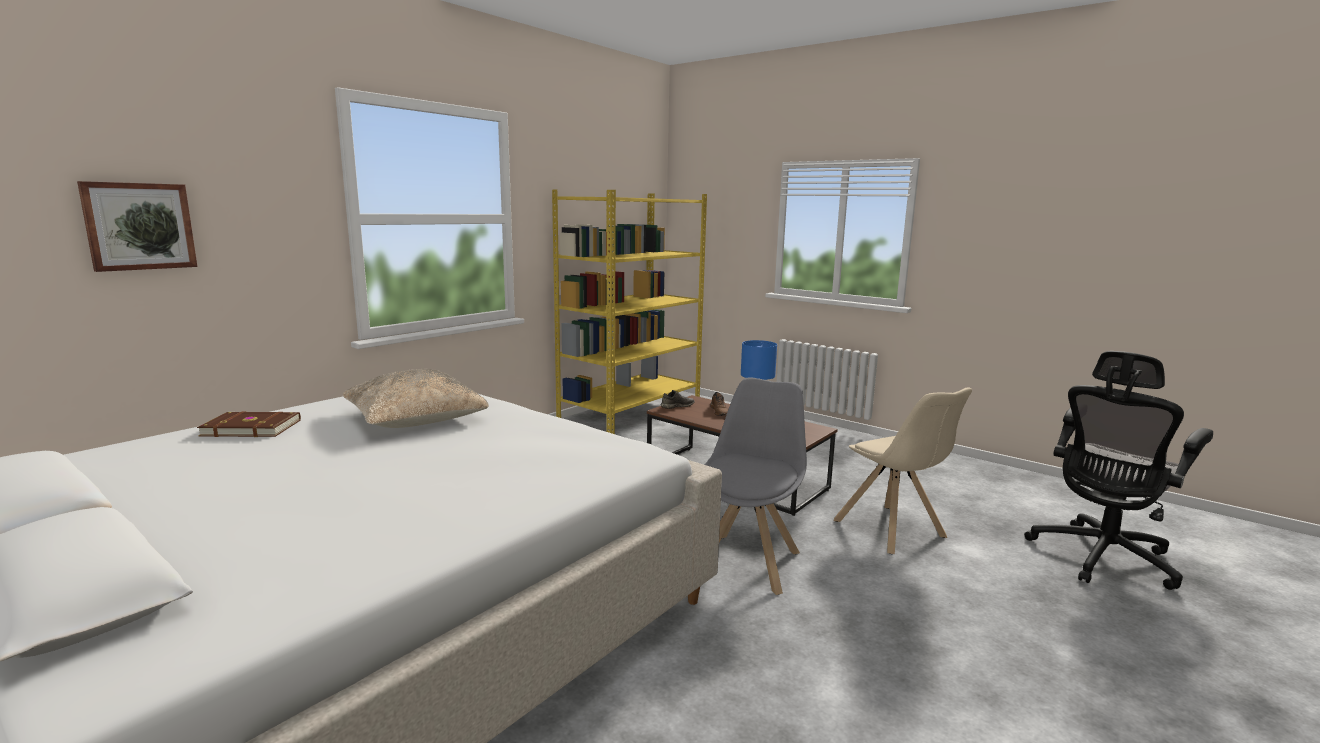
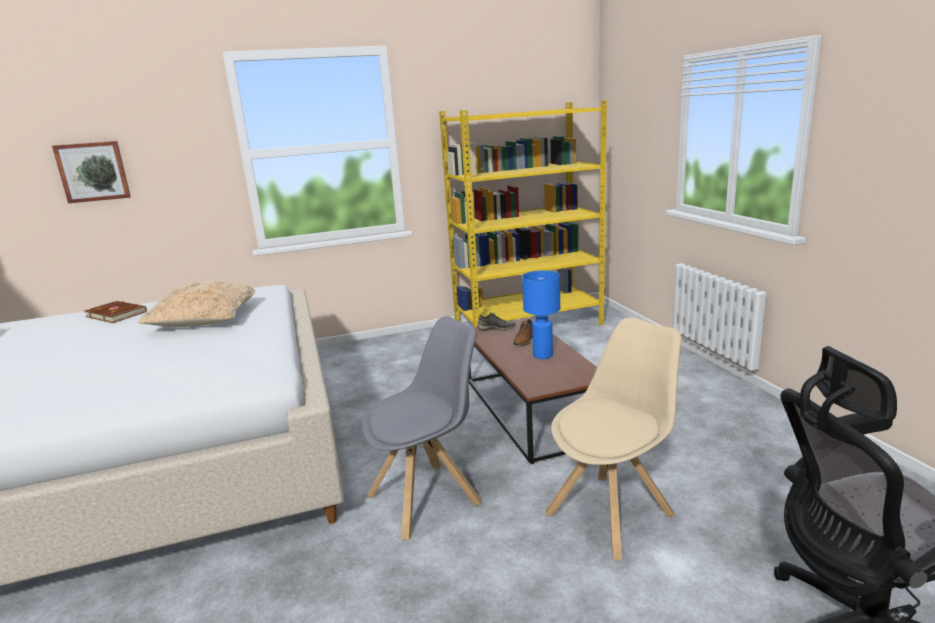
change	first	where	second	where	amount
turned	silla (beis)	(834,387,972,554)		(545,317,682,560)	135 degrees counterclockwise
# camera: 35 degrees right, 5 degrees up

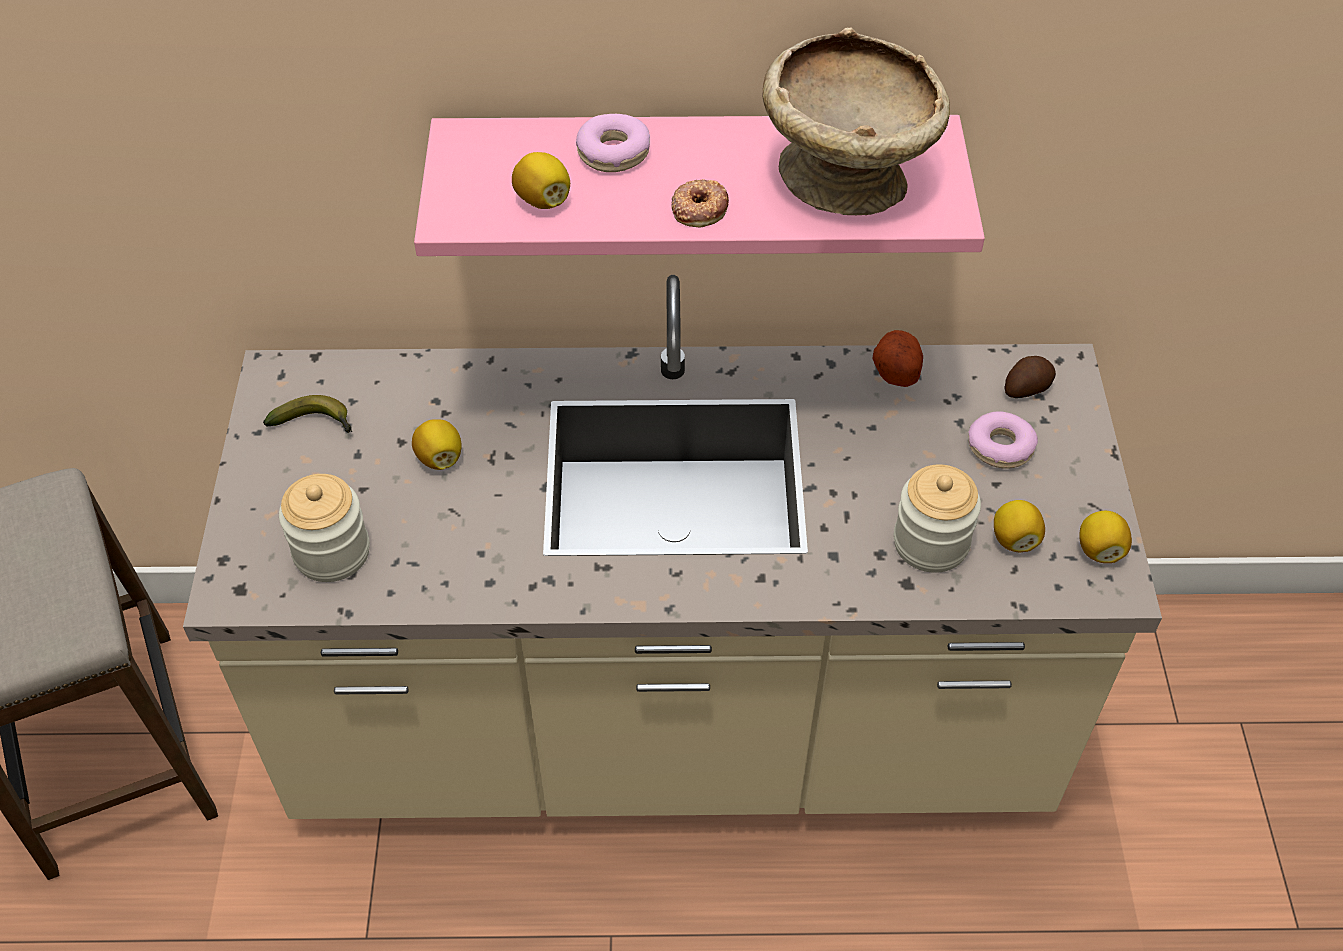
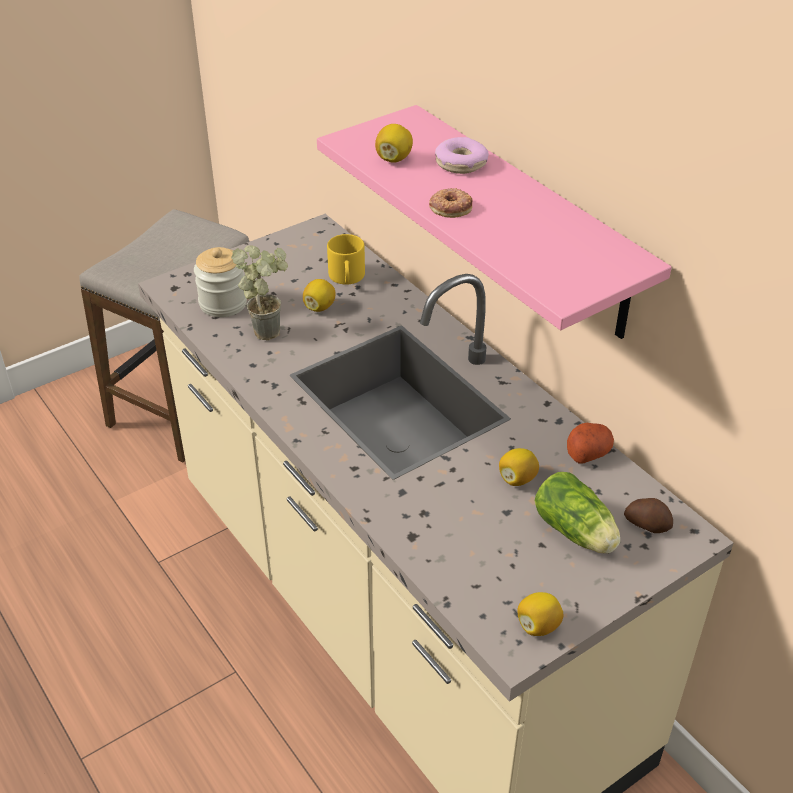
change	first	where	second	where	amount
removed	plátano	(263,395,352,433)			
removed	cuenco (beis)	(763,27,950,215)			
removed	tarro	(894,464,981,573)			
replaced	rosquilla	(968,411,1038,469)	lechuga	(535,472,620,553)	
moved	limón	(994,500,1045,552)		(499,448,539,486)	
added			planta en maceta	(231,245,288,340)	
added			taza grande (amarillo)	(327,234,365,284)	
# camera: 55 degrees right, 10 degrees down

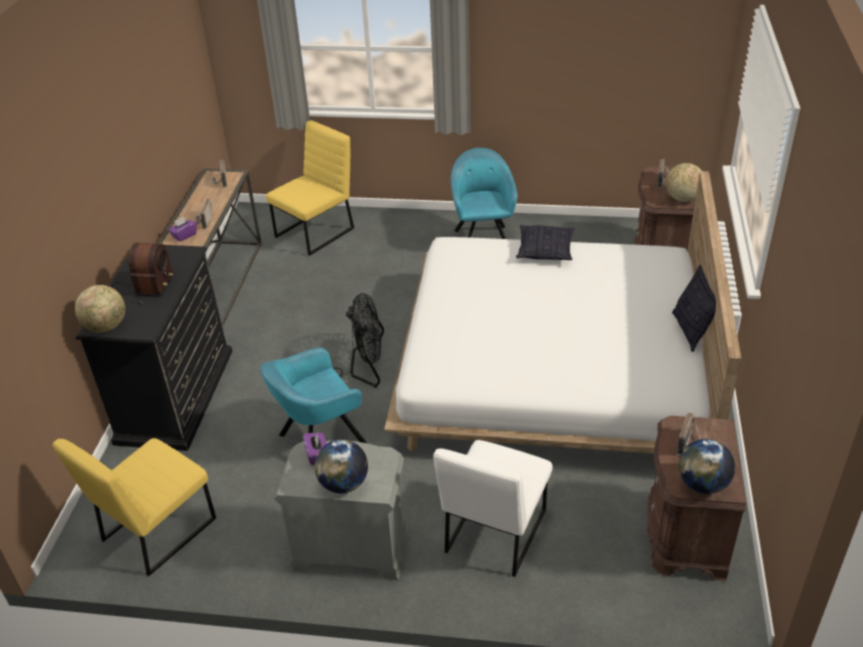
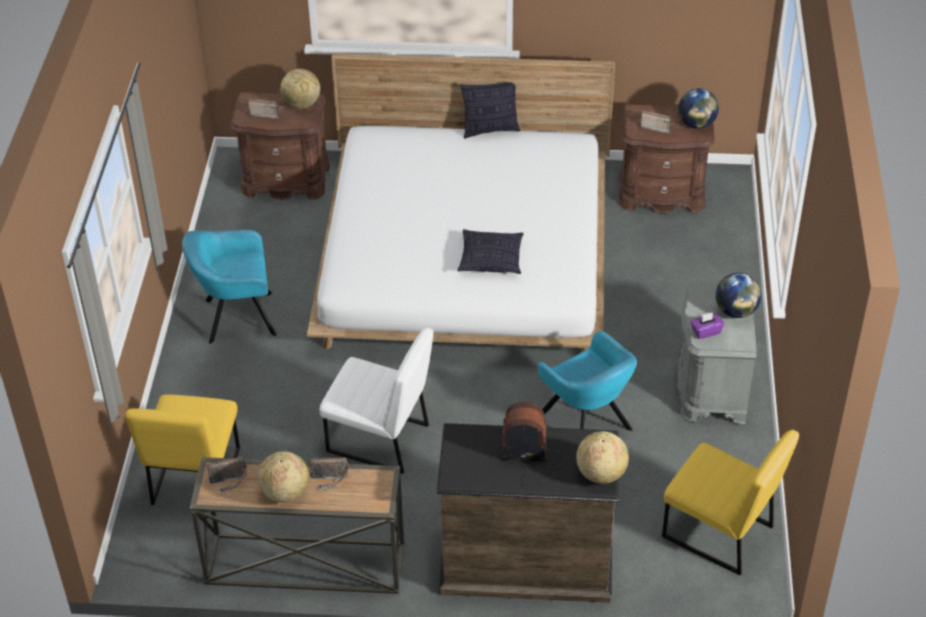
change	first	where	second	where	amount
removed	caja de pañuelos (morado)	(168,217,197,242)			
turned	silla (amarillo)	(266,120,354,256)		(125,394,240,505)	120 degrees counterclockwise
removed	ventilador (negro)	(333,293,384,388)			
moved	silla (blanco)	(433,440,553,577)		(319,328,433,474)	
moved	cojín	(516,225,575,260)		(458,229,524,274)	
added			globo terráqueo	(258,451,309,503)	
# camera: 95 degrees left, 5 degrees up

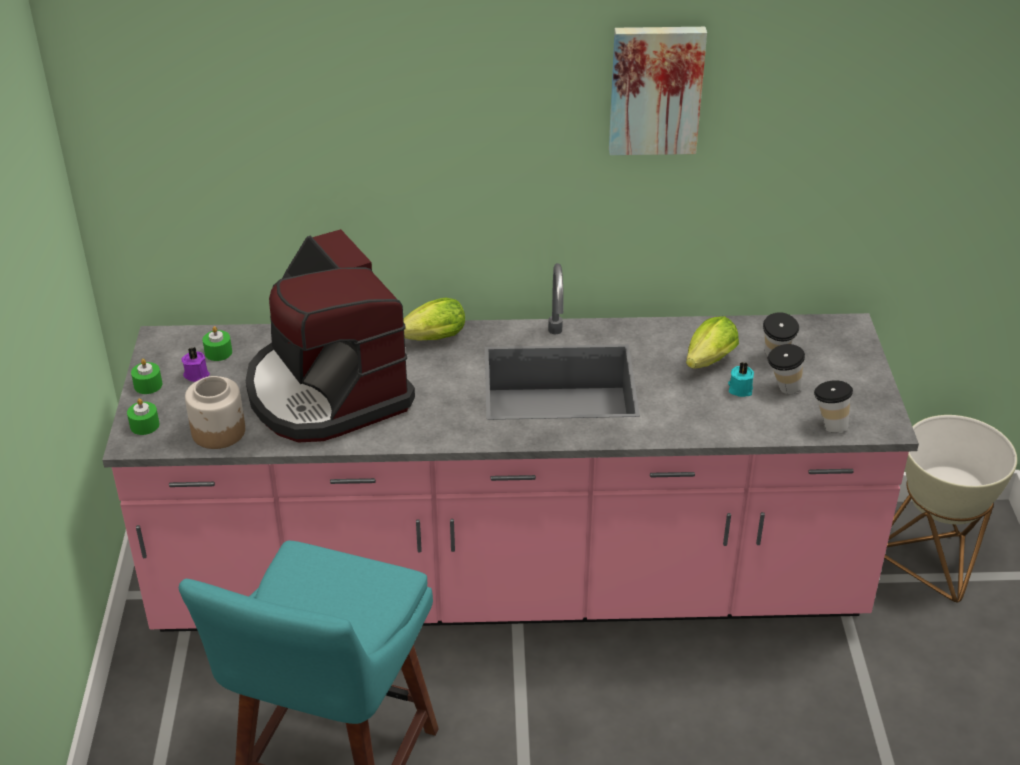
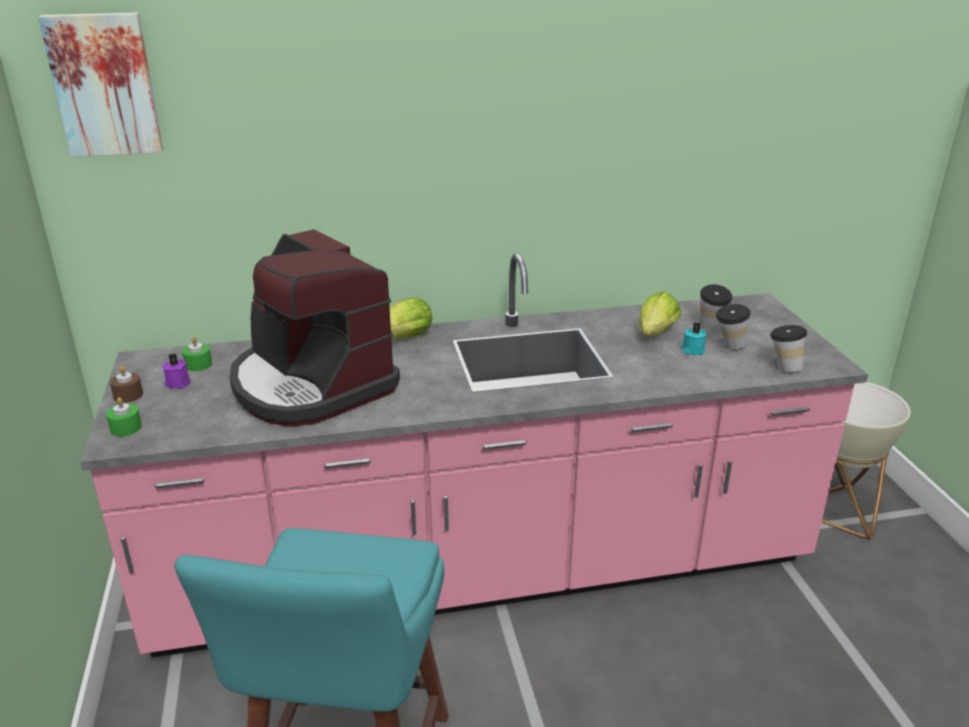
change	first	where	second	where	amount
recoloured	vela (verde)	(131,358,162,394)	vela (marrón)	(110,366,143,403)	
removed	tarro	(185,376,245,449)			
moved	cuadro	(609,27,707,155)		(38,12,163,157)	
# camera: 10 degrees left, 10 degrees down

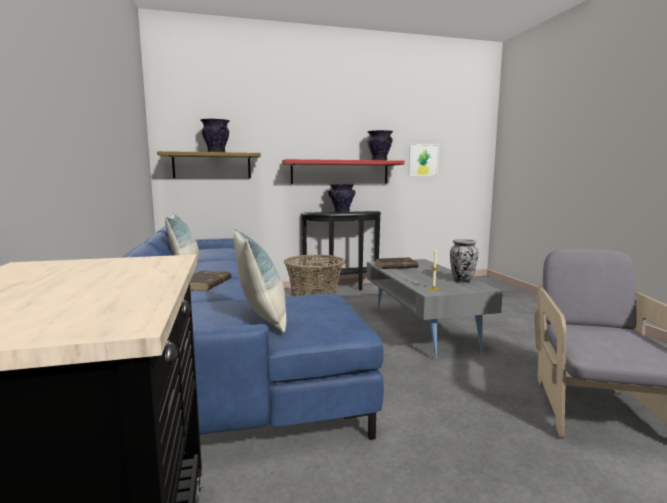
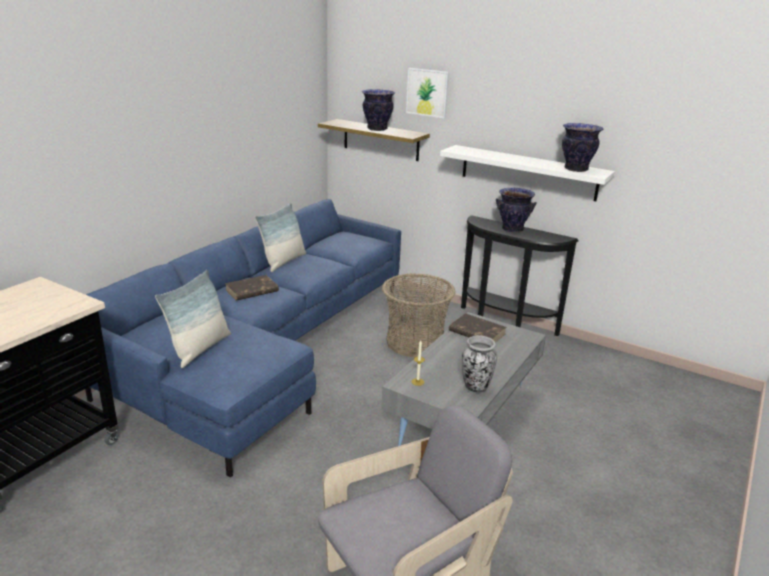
change	first	where	second	where	amount
recoloured	estante (rojo)	(282,159,404,184)	estante (blanco)	(440,145,615,201)	
moved	cuadro	(409,144,439,176)		(406,68,449,119)	
# camera: 45 degrees right, 15 degrees up

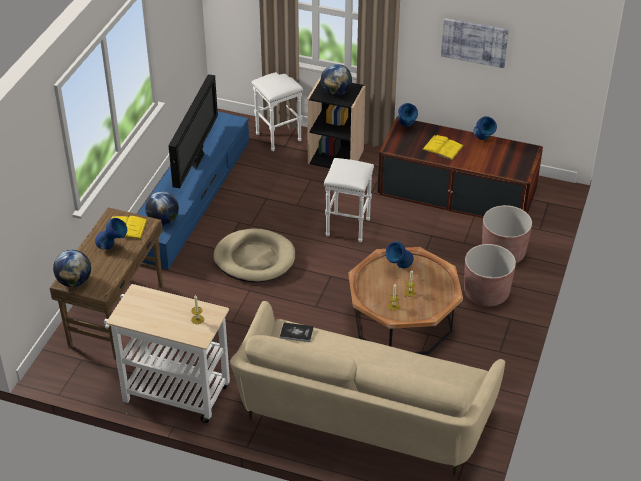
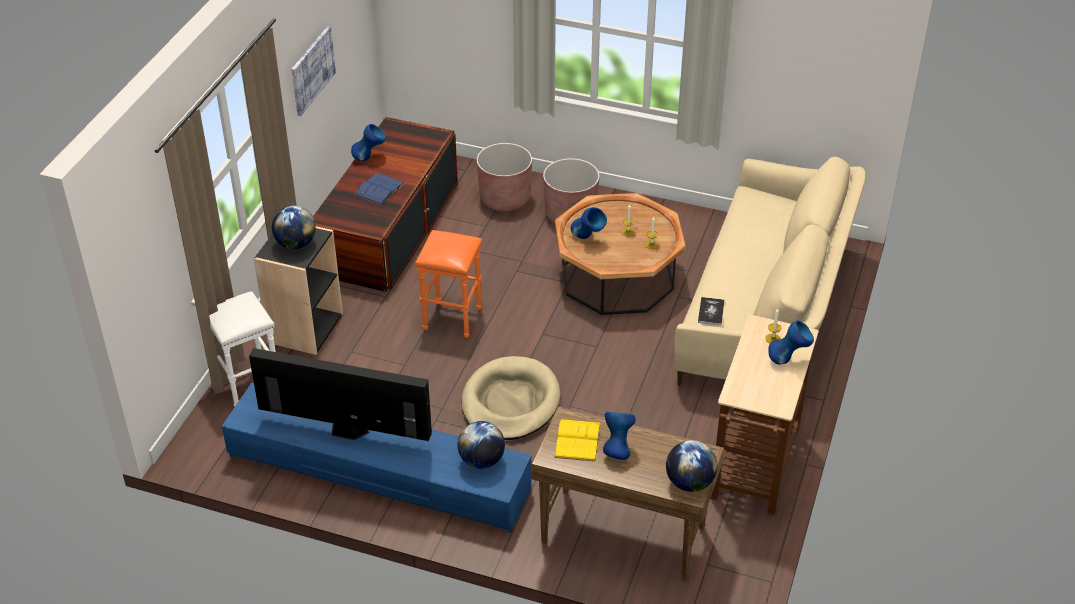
change	first	where	second	where	amount
recoloured	carrito (blanco)	(104,284,230,423)	carrito (marrón)	(710,315,819,515)	
recoloured	taburete (blanco)	(324,158,374,242)	taburete (naranja)	(415,230,482,338)	
moved	florero (azul)	(398,103,418,127)		(768,321,814,364)	
recoloured	libro (amarillo)	(422,135,463,160)	libro (azul)	(354,173,405,205)	
# camera: 90 degrees left, 0 degrees up

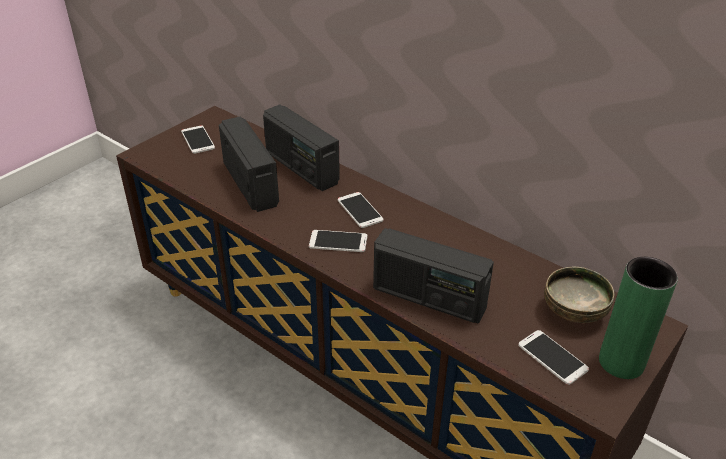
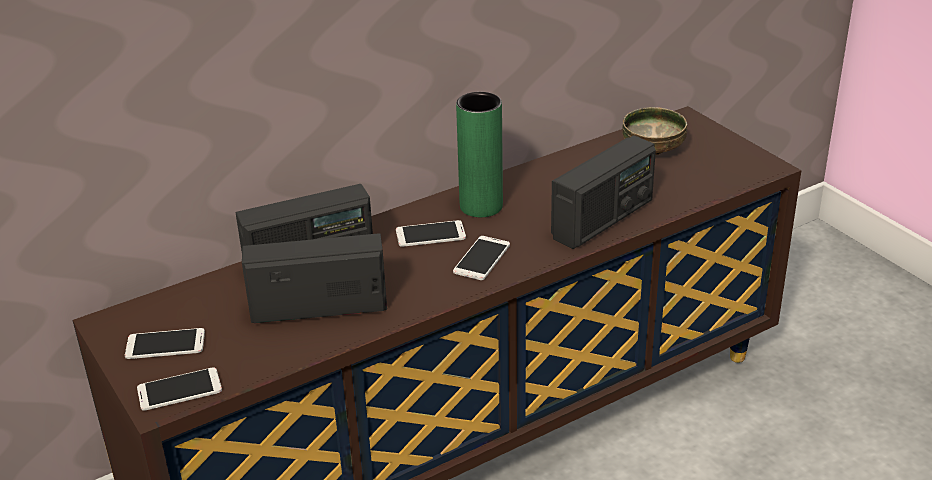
change	first	where	second	where	amount
moved	móvil	(518,330,589,385)		(137,367,222,411)	
moved	florero (verde)	(599,257,678,379)		(456,92,503,217)	
# camera: 70 degrees left, 5 degrees down

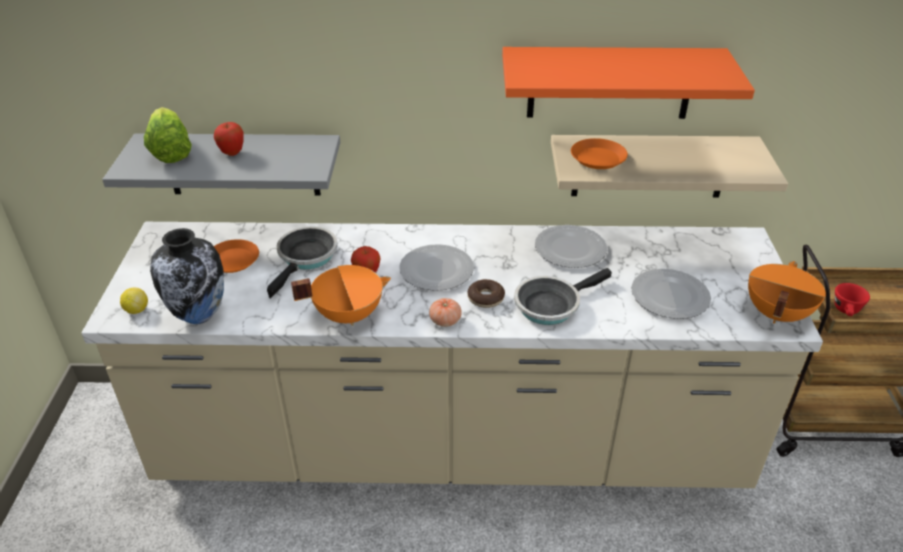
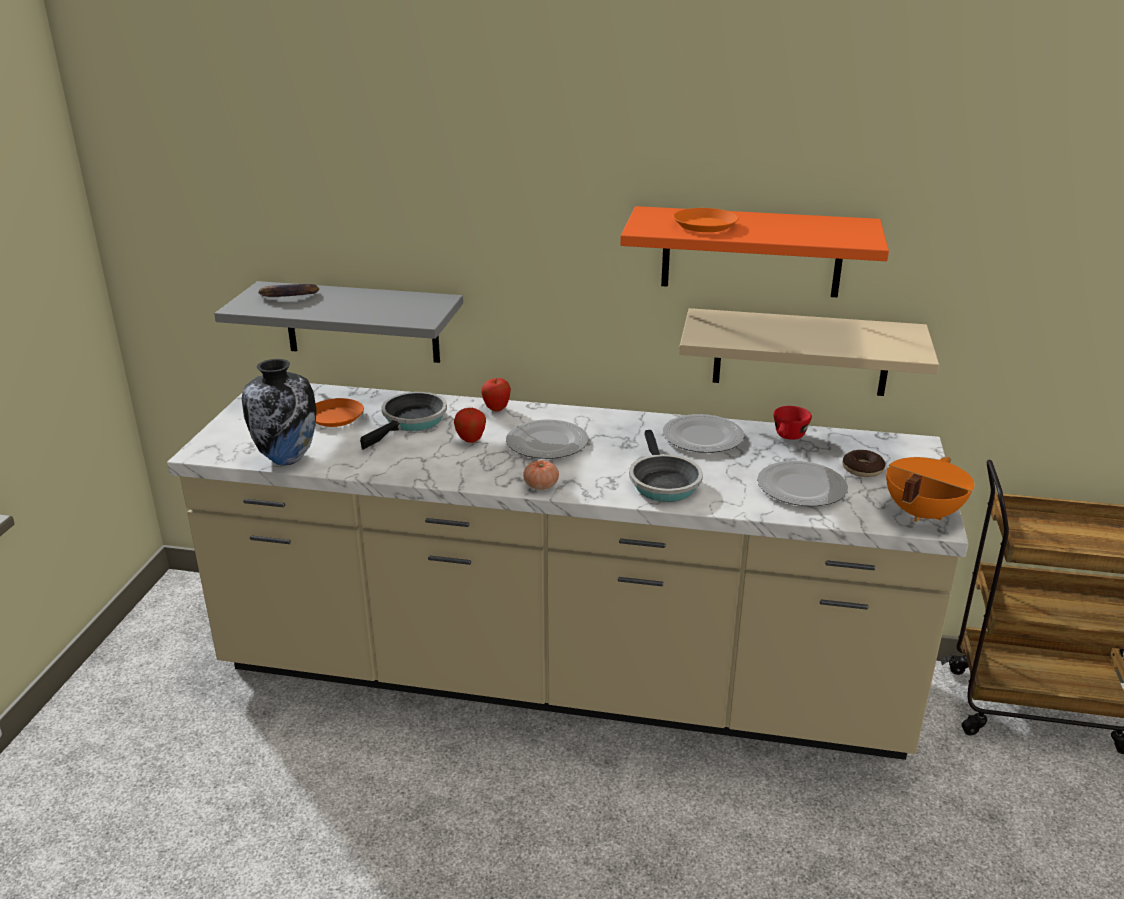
change	first	where	second	where	amount
removed	limón	(120,288,148,314)			
replaced	lechuga	(144,107,192,163)	plátano	(258,284,319,297)	
moved	manzana	(214,122,244,156)		(481,378,511,412)	
removed	olla (naranja)	(291,265,391,326)			
moved	rosquilla	(468,279,505,308)		(842,450,886,477)	
turned	sartén	(514,268,612,325)		(629,430,703,502)	75 degrees counterclockwise
moved	plato (naranja)	(571,138,628,169)		(673,208,738,232)	
moved	taza (rojo)	(834,283,870,316)		(773,406,812,440)	
# camera: 10 degrees right, 10 degrees down

